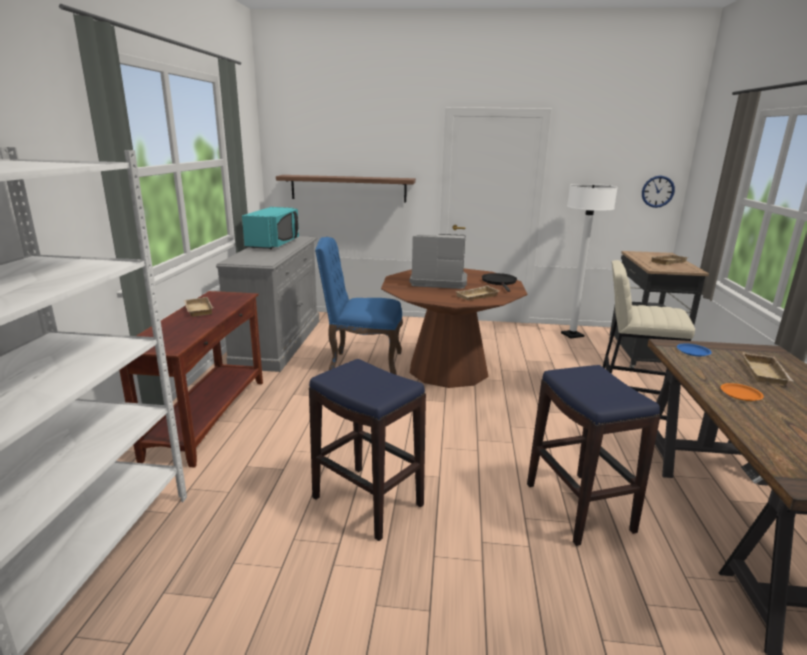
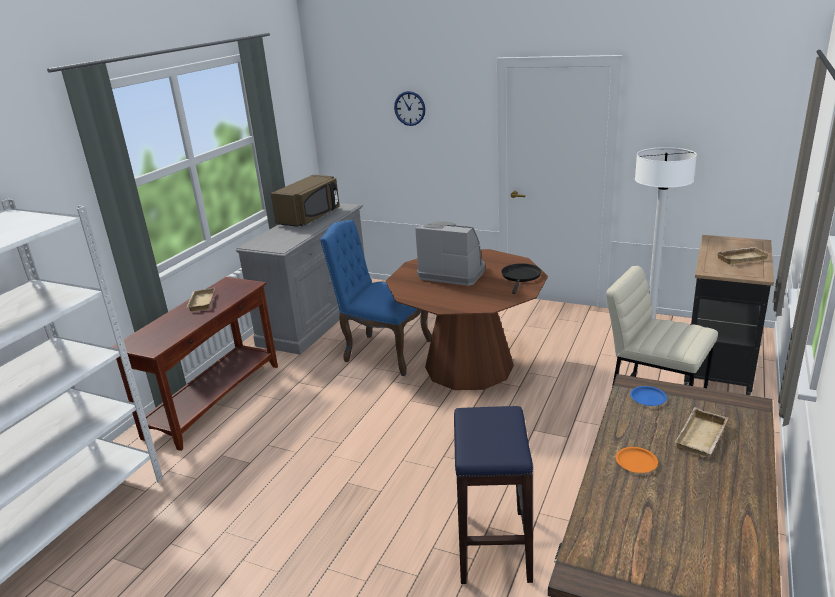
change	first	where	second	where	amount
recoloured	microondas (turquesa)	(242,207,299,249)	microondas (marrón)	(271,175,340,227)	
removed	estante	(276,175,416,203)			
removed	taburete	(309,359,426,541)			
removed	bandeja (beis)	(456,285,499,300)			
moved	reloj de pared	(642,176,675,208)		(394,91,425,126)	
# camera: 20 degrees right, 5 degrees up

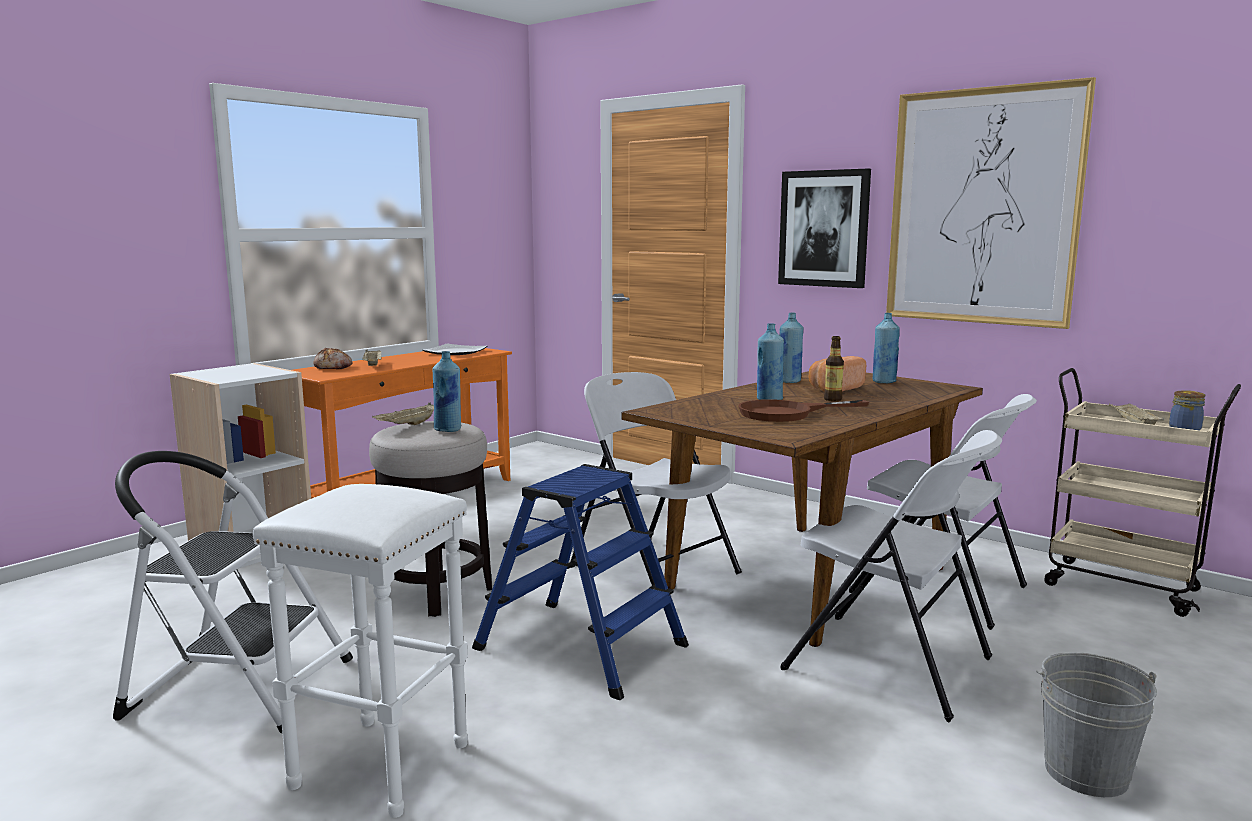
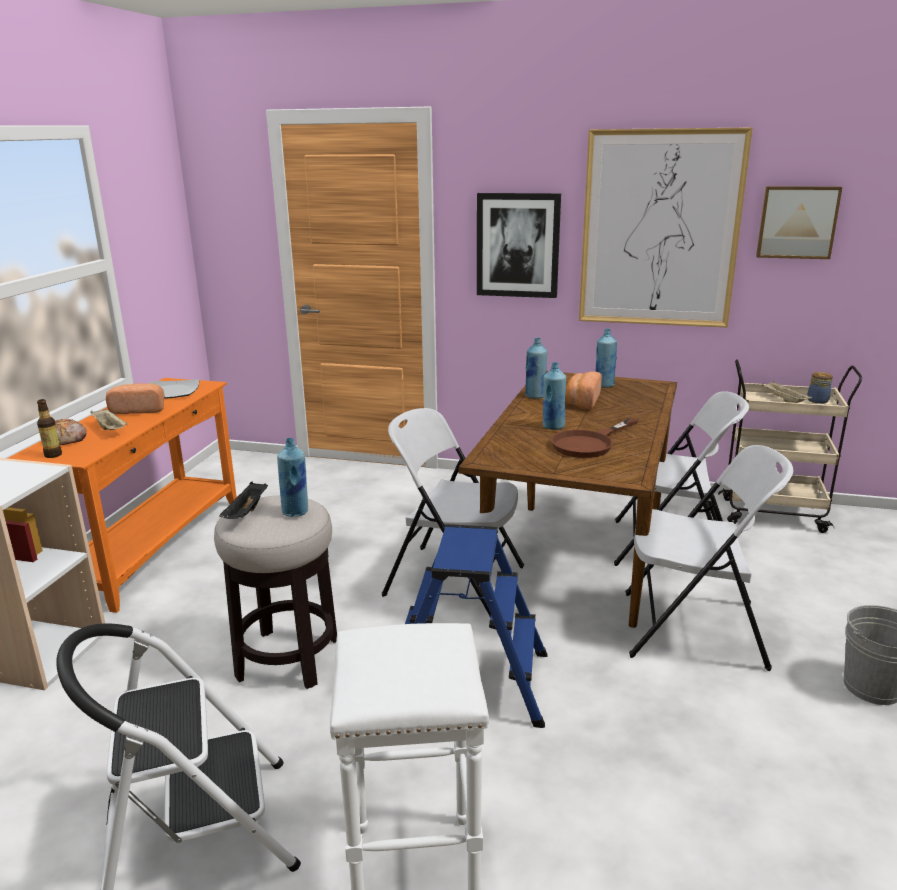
change	first	where	second	where	amount
recoloured	bandeja (beis)	(372,402,434,425)	bandeja (negro)	(219,482,268,519)	
moved	botella	(824,336,844,401)		(37,399,62,458)	
added			pan	(106,383,165,414)	
added			cuadro	(756,186,842,259)	
# camera: 25 degrees left, 10 degrees up

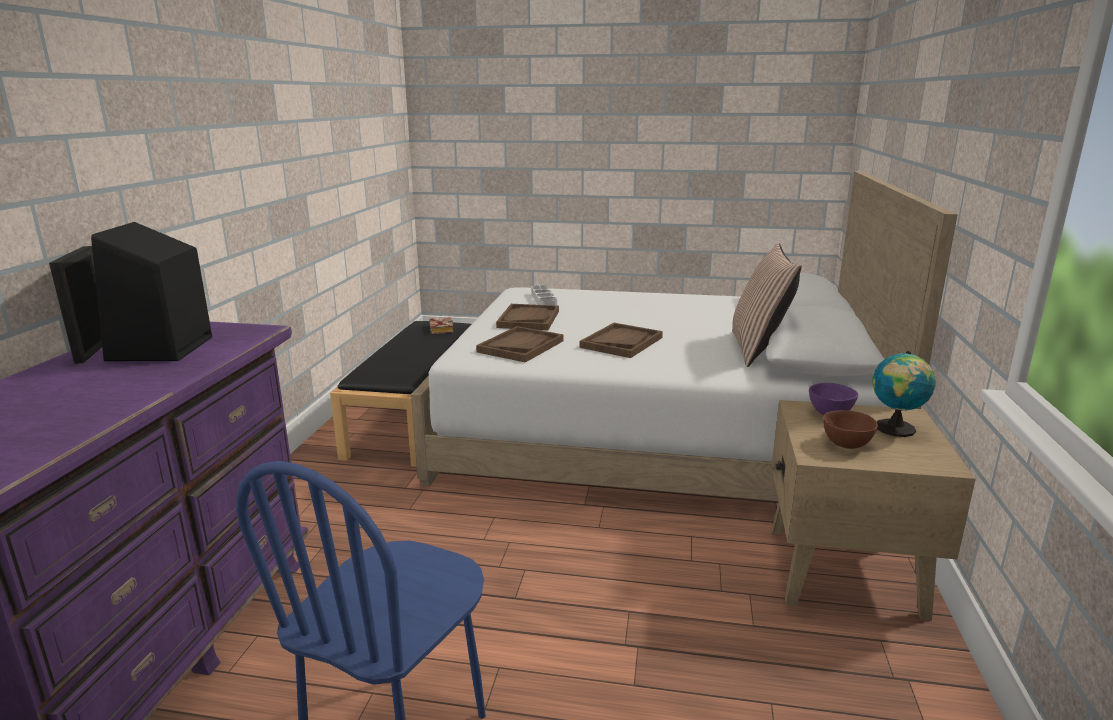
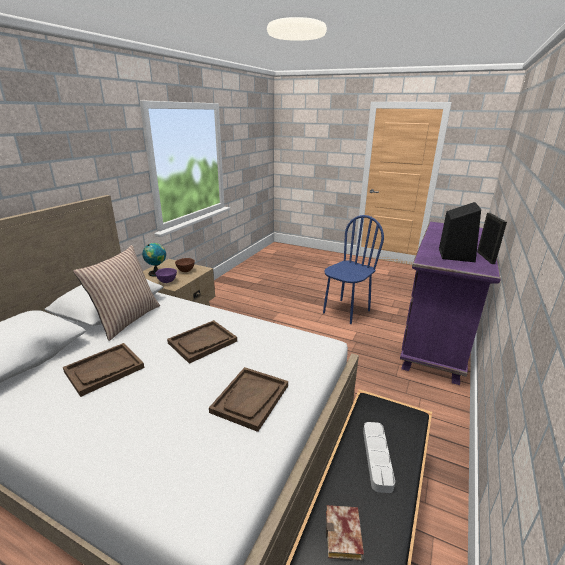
change	first	where	second	where	amount
moved	bandeja (marrón)	(476,326,563,363)		(63,343,144,397)	
moved	bandeja (gris)	(531,285,557,306)		(363,422,395,493)	
# camera: 165 degrees left, 5 degrees up

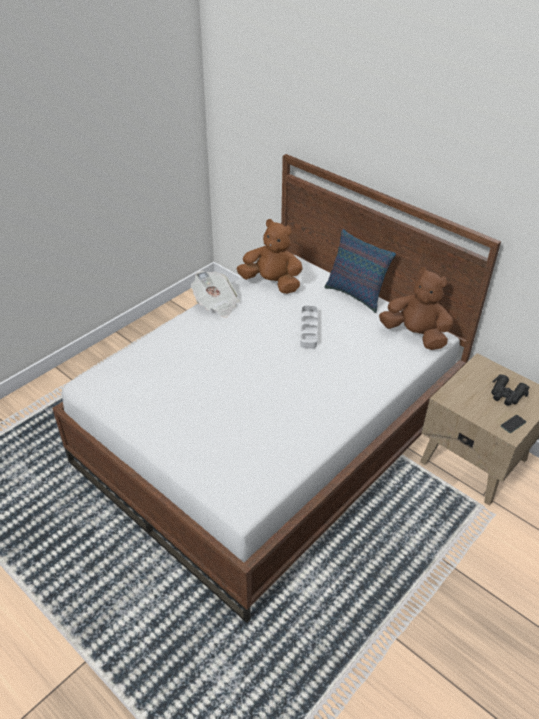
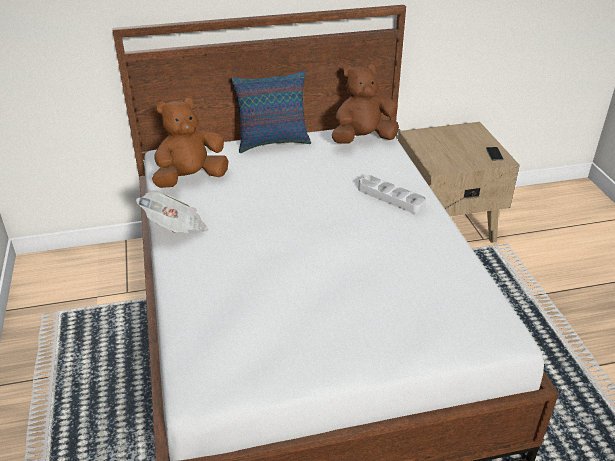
change	first	where	second	where	amount
moved	bandeja (gris)	(300,306,318,349)		(358,175,426,214)	
removed	prismáticos (negro)	(491,374,530,406)			
# camera: 55 degrees left, 5 degrees down

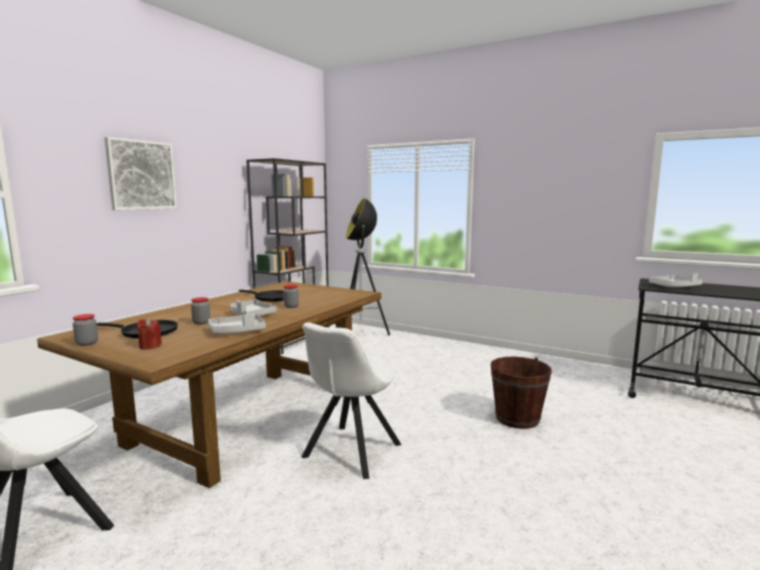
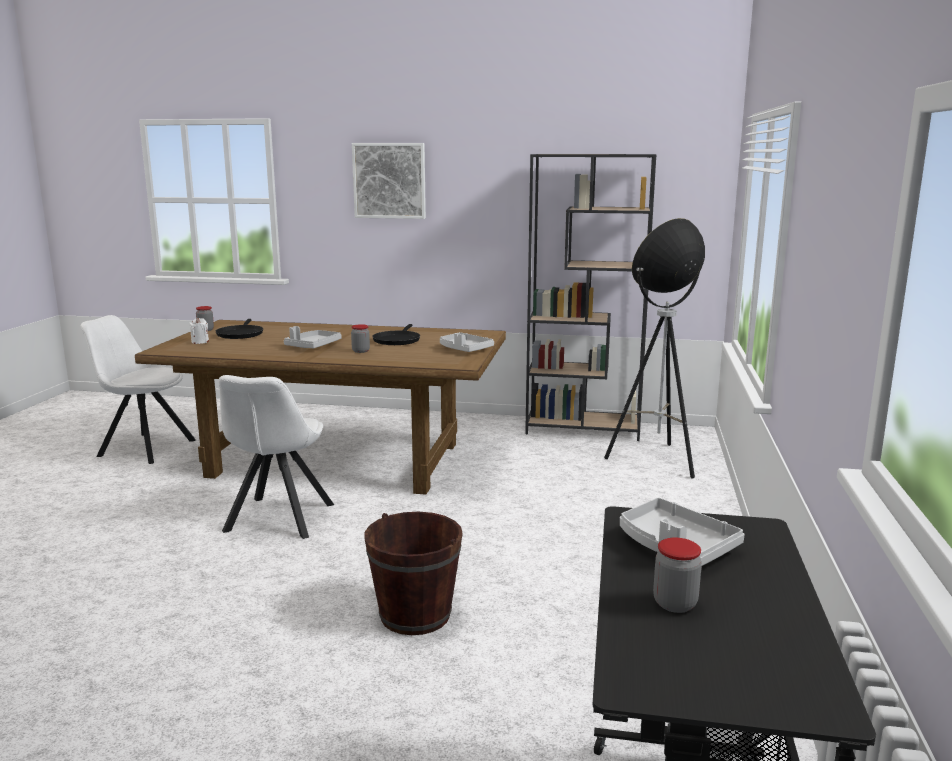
change	first	where	second	where	amount
recoloured	vela (rojo)	(137,318,162,350)	vela (blanco)	(189,318,209,344)	
moved	tarro	(191,297,210,325)		(653,537,702,613)	
moved	bandeja (gris)	(208,314,266,333)		(440,332,494,352)	
turned	silla (blanco)	(302,323,401,479)		(219,375,334,539)	90 degrees counterclockwise
# camera: 70 degrees right, 5 degrees up

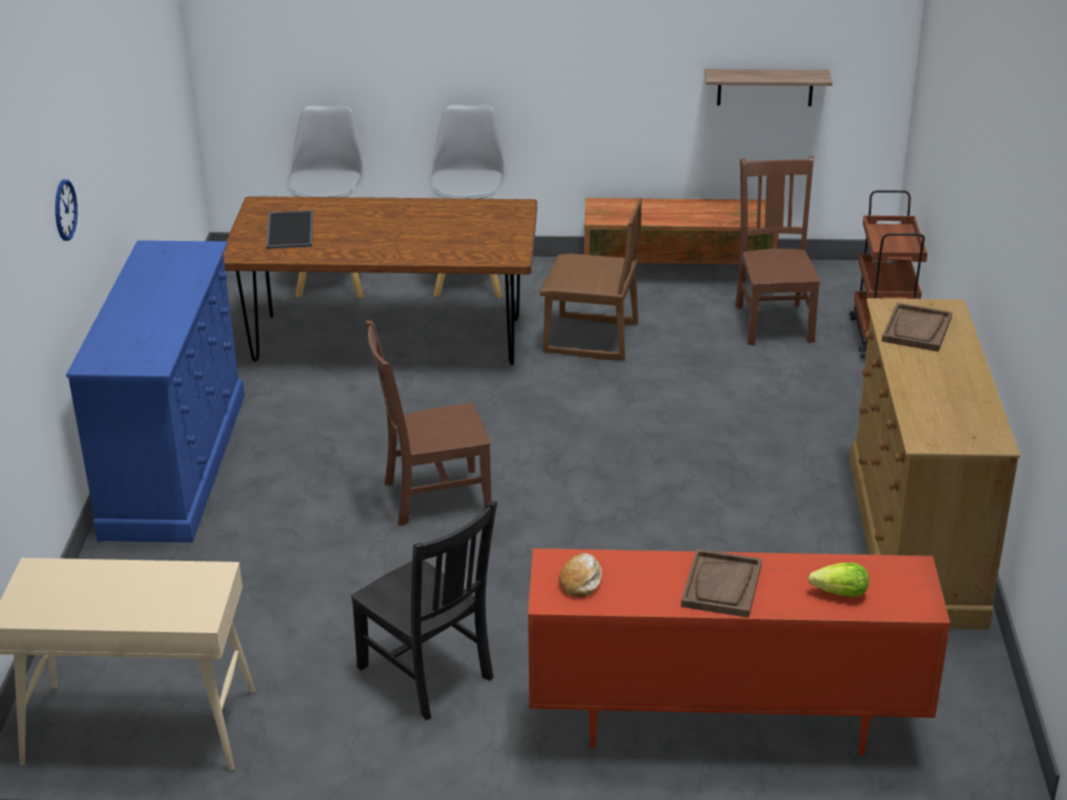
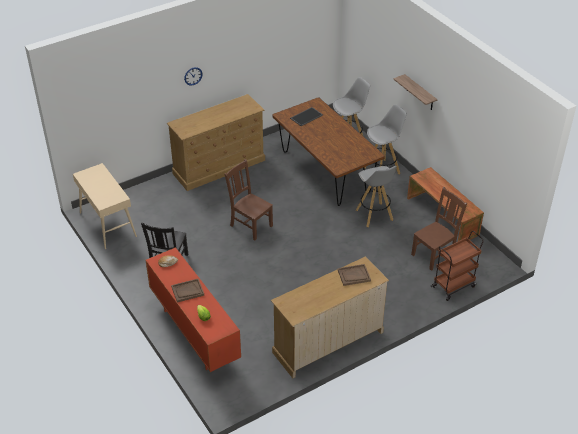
change	first	where	second	where	amount
recoloured	cómoda (azul)	(66,240,245,543)	cómoda (marrón)	(167,94,265,191)	
replaced	silla (marrón)	(539,198,642,360)	taburete (gris)	(356,166,397,227)	
moved	estante	(704,69,832,106)		(393,74,437,110)	
# camera: 55 degrees right, 10 degrees up

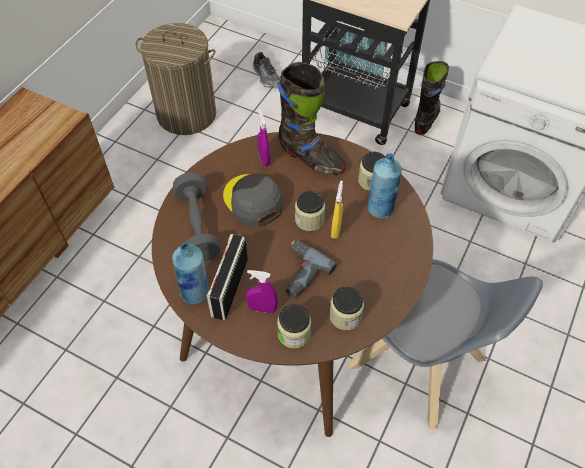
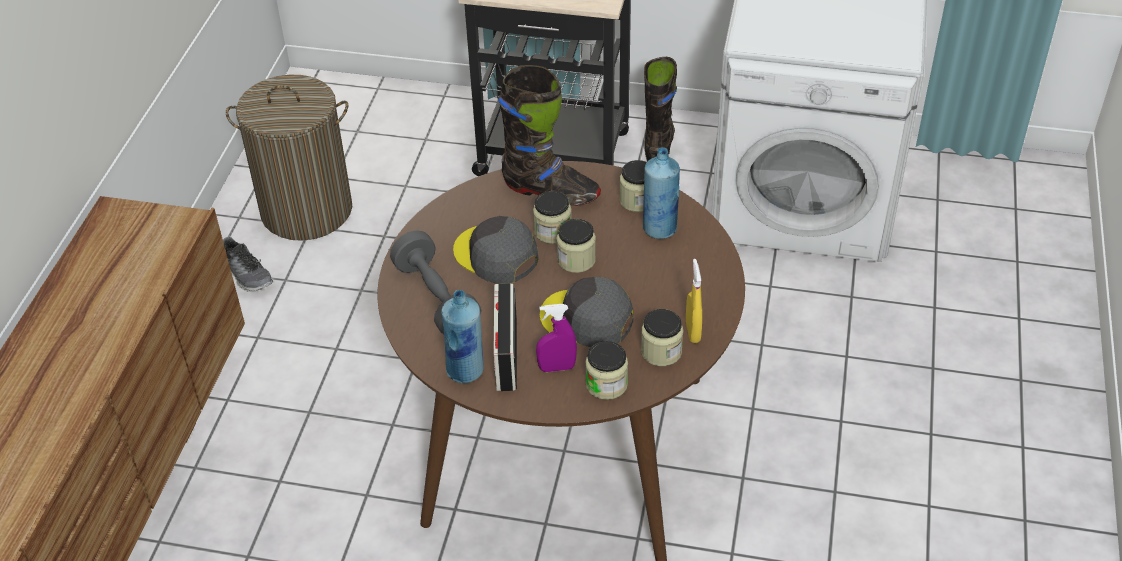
change	first	where	second	where	amount
moved	zapato	(252,52,280,87)		(223,237,273,292)	
removed	pulverizador (morado)	(257,109,270,167)			
replaced	taladro	(285,240,337,298)	gorra (gris)	(540,277,633,347)	
moved	pulverizador (amarillo)	(331,181,343,239)		(686,259,702,343)	
removed	silla (gris)	(348,259,543,429)			
added			tarro	(533,191,571,244)	
# camera: 15 degrees left, 10 degrees down

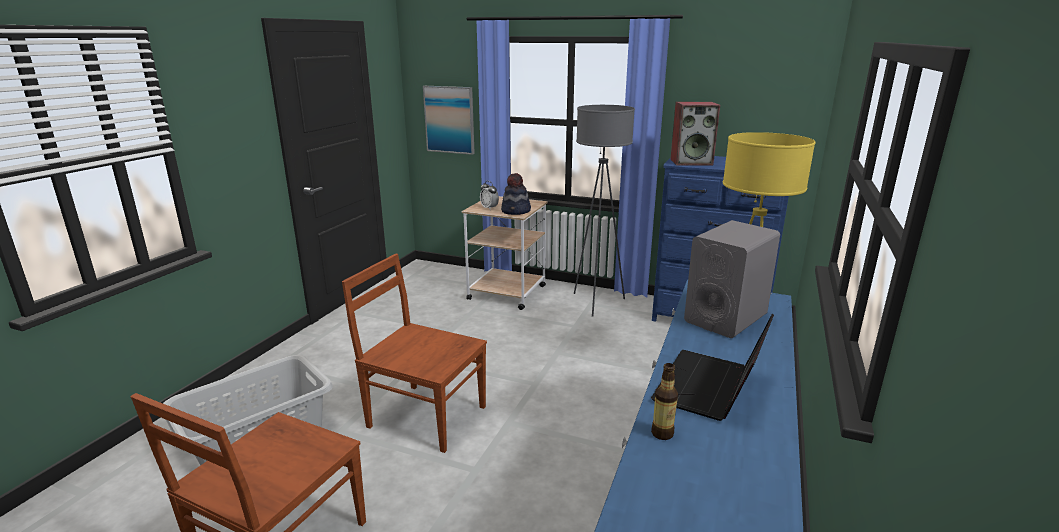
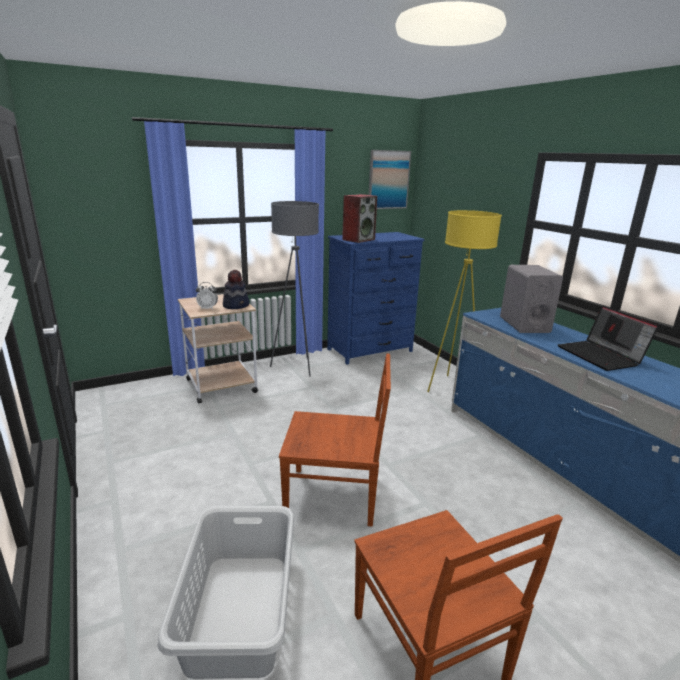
change	first	where	second	where	amount
turned	silla (marrón)	(342,253,487,453)		(279,354,391,527)	150 degrees counterclockwise
moved	cuadro	(423,86,475,155)		(369,150,411,209)	
removed	botella	(651,363,678,440)			
# camera: 50 degrees left, 0 degrees up

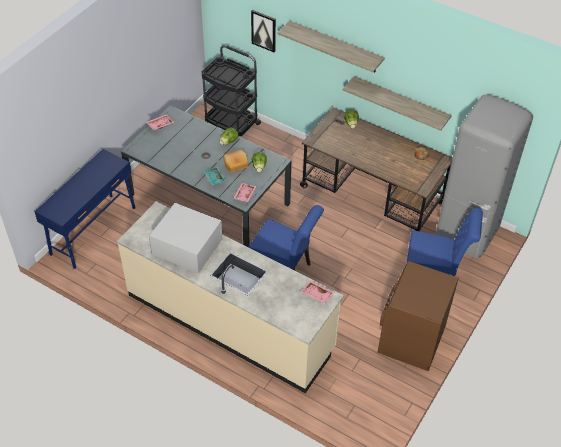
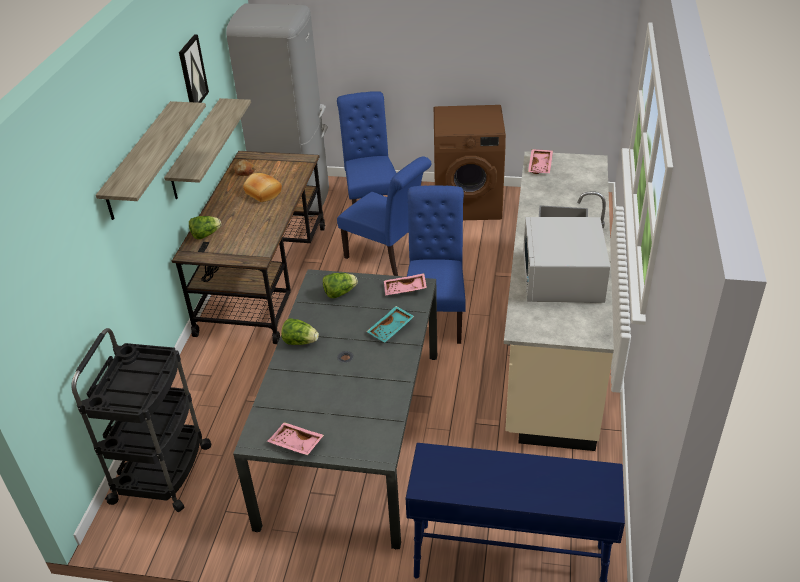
change	first	where	second	where	amount
moved	pan	(223,150,248,172)		(243,173,282,202)	
moved	cuadro	(251,10,276,52)		(179,35,209,103)	
added			silla (azul)	(337,157,431,276)	
# camera: 110 degrees left, 10 degrees down

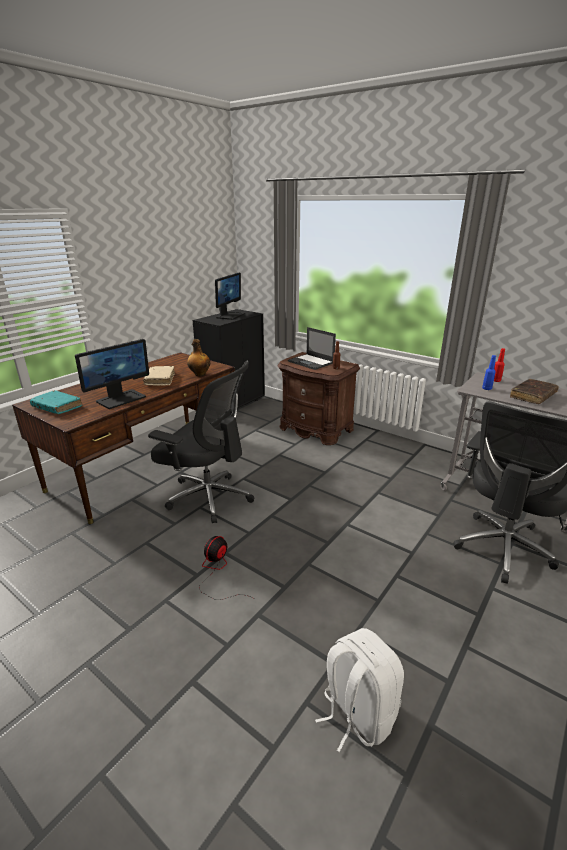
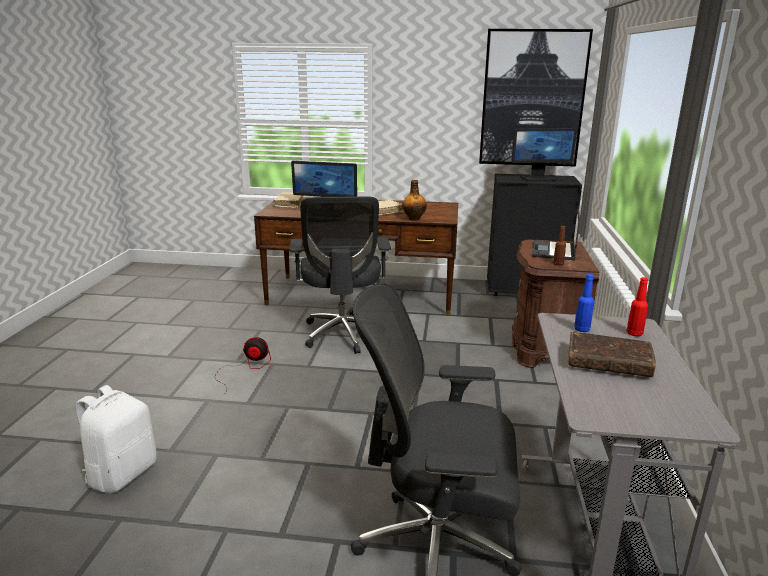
change	first	where	second	where	amount
recoloured	libro (turquesa)	(30,390,82,414)	libro (beis)	(273,192,303,208)	
added			cuadro	(479,29,593,167)	
# camera: 60 degrees right, 5 degrees down

